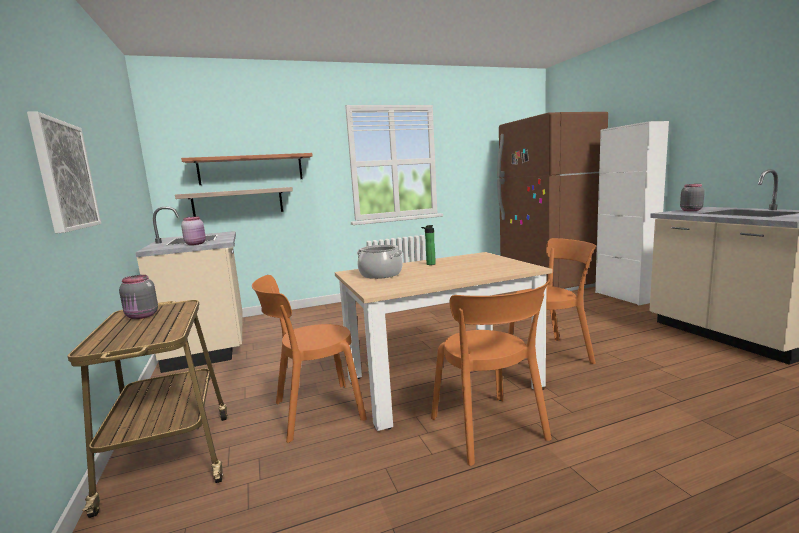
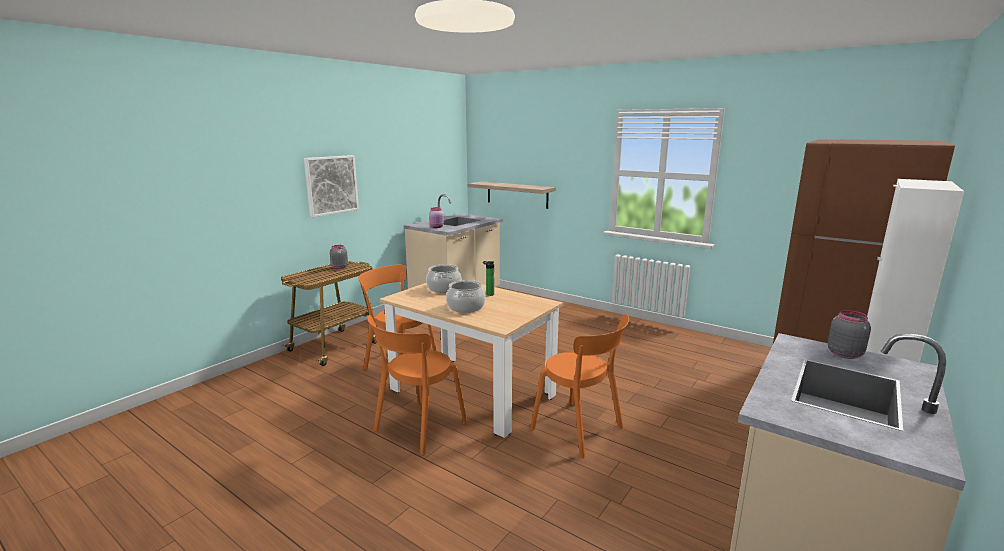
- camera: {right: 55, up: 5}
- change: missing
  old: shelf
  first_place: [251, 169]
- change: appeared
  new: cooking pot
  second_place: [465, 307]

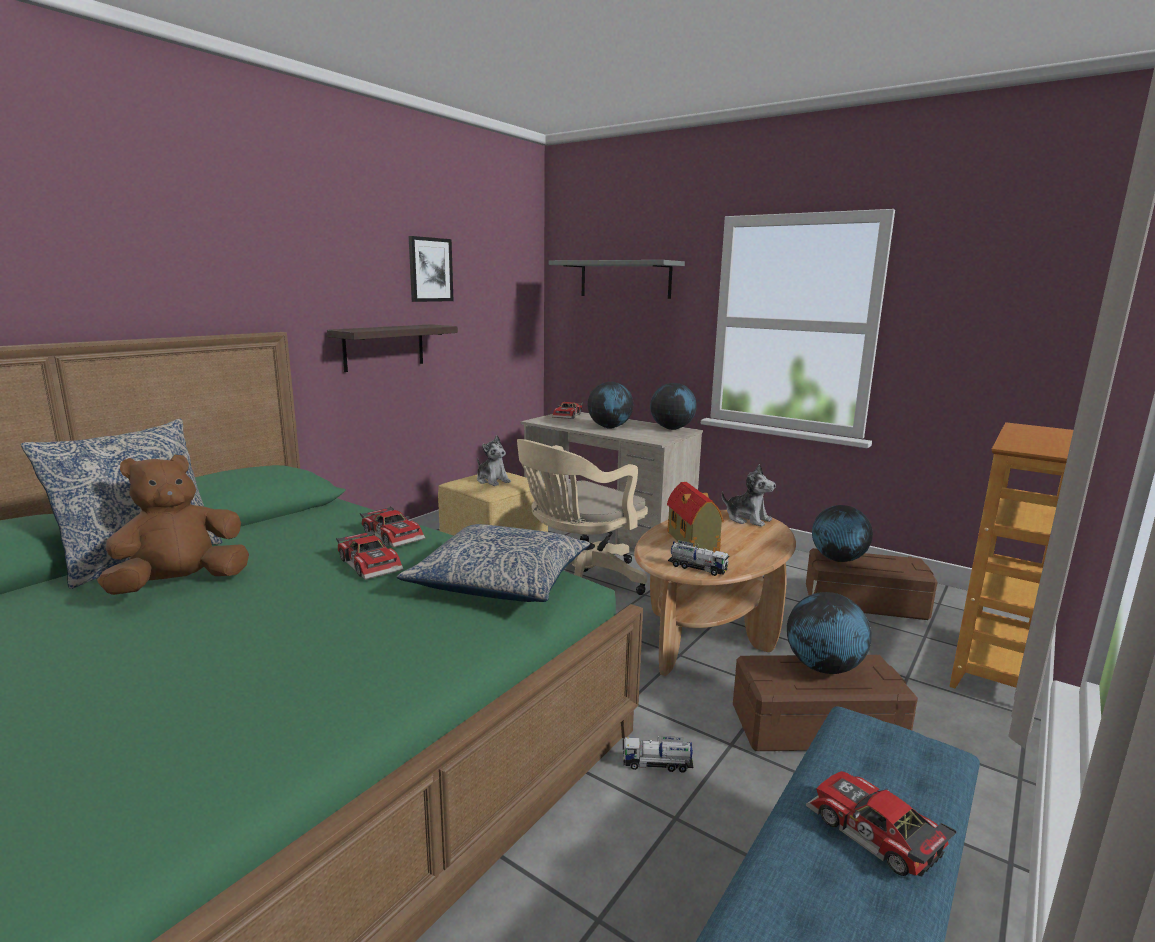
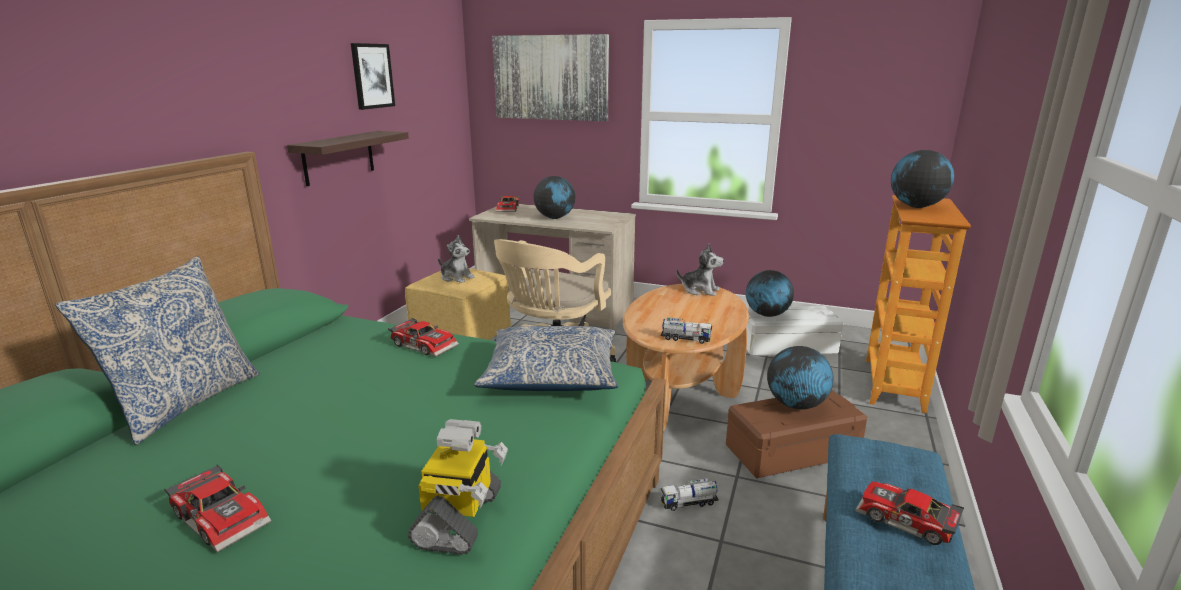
- camera: {right: -15, up: 5}
- change: missing
  old: brown plush toy
  first_place: [181, 584]
- change: relocated
  old: toy car
  first_place: [371, 563]
  second_place: [224, 516]
- change: exchanged
  old: grey shelf
  new: picture
  first_place: [625, 279]
  second_place: [550, 78]
- change: relocated
  old: globe
  first_place: [672, 428]
  second_place: [916, 206]
- change: missing
  old: toy house
  first_place: [693, 542]
- change: colour
  old: brown storage box
  new: white storage box
  first_place: [864, 602]
  second_place: [787, 346]
- change: appeared
  new: toy robot
  second_place: [460, 519]

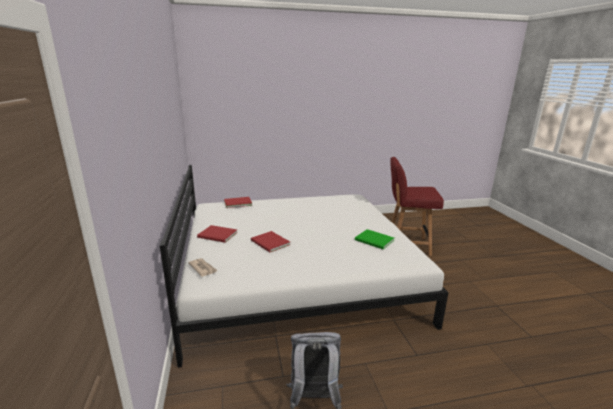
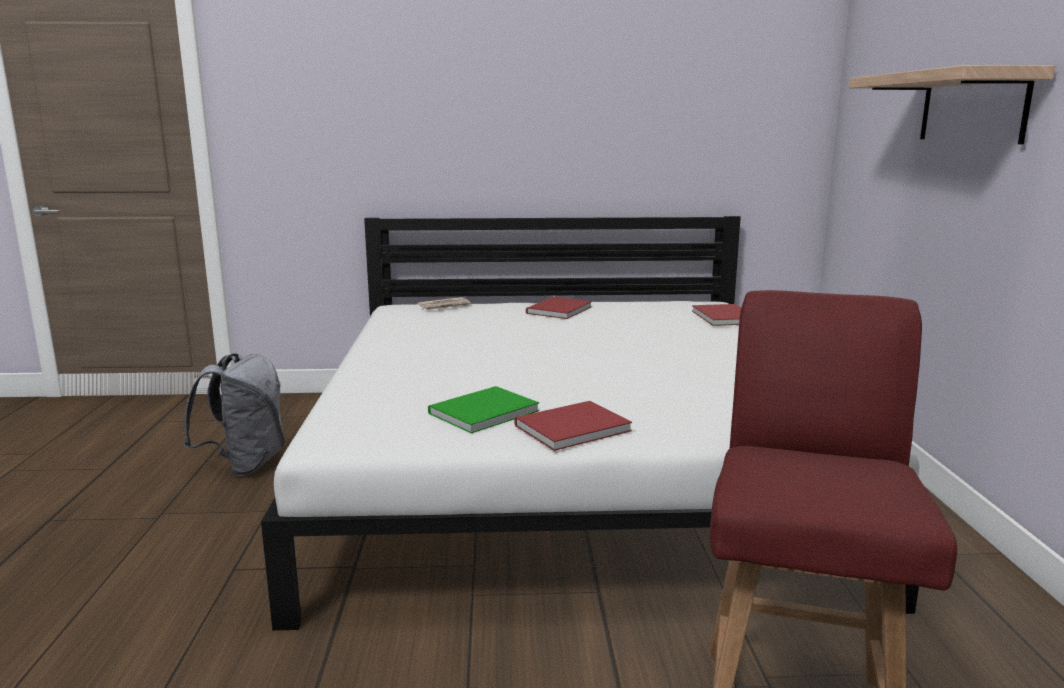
- camera: {right: 100, up: -5}
- change: relocated
  old: red book
  first_place: [270, 243]
  second_place: [568, 428]
- change: appeared
  new: shelf
  second_place: [972, 107]

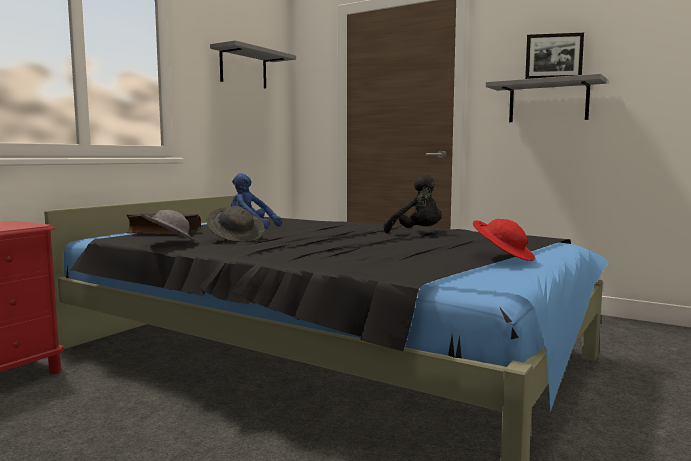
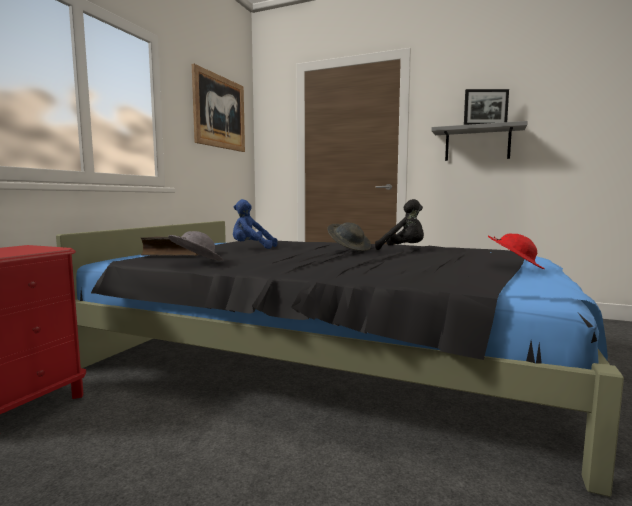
- camera: {right: -10, up: 0}
- change: relocated
  old: grey hat
  first_place: [236, 238]
  second_place: [349, 248]
- change: exchanged
  old: grey shelf
  new: picture
  first_place: [243, 68]
  second_place: [219, 112]

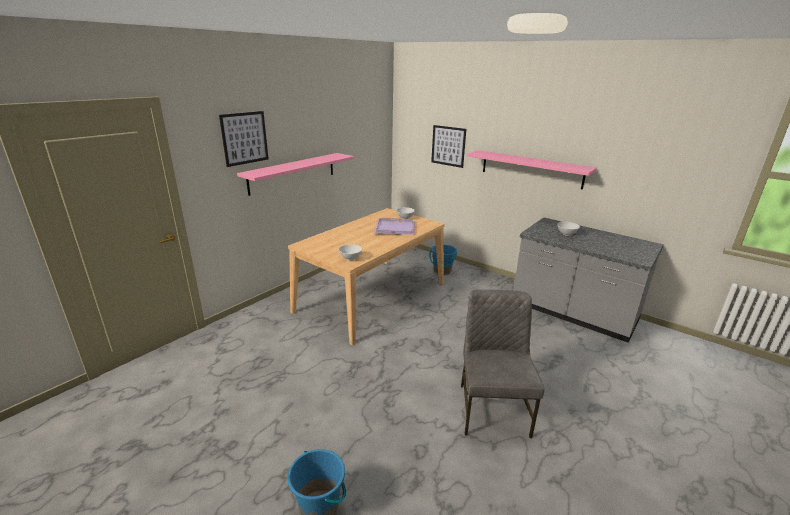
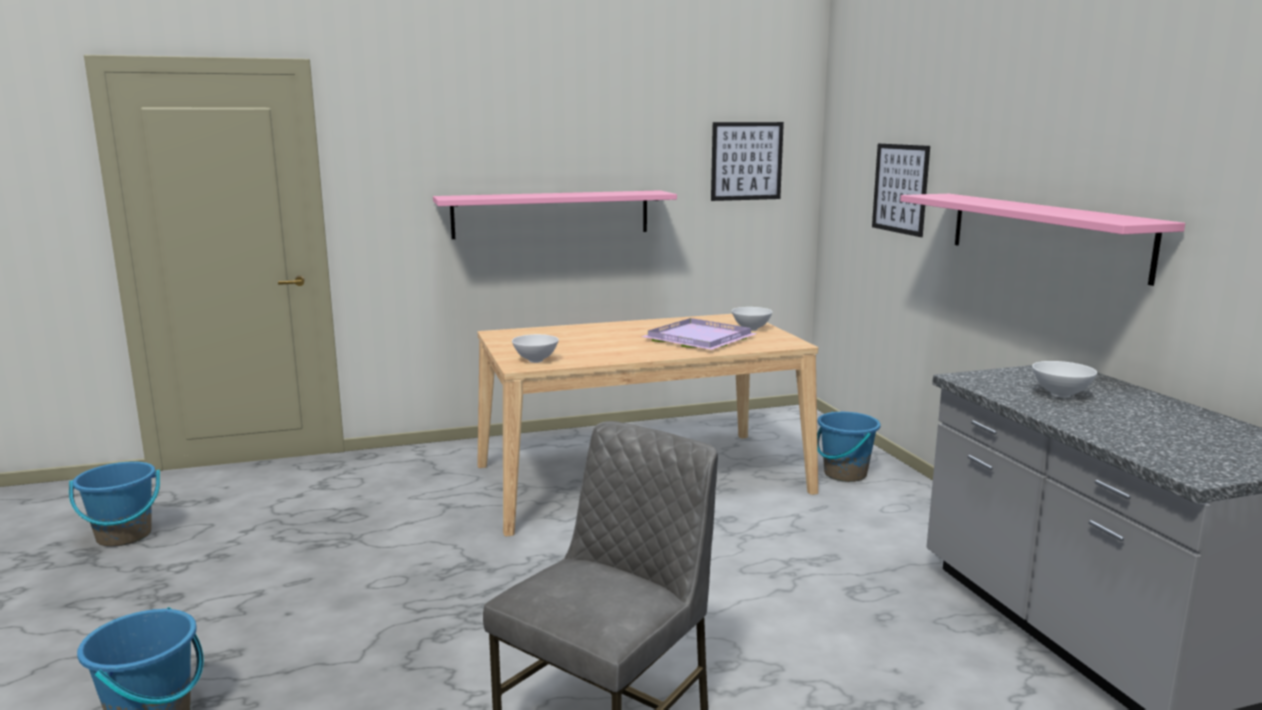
- camera: {right: 35, up: -10}
- change: relocated
  old: picture
  first_place: [244, 138]
  second_place: [746, 161]
- change: appeared
  new: blue bucket
  second_place: [124, 536]

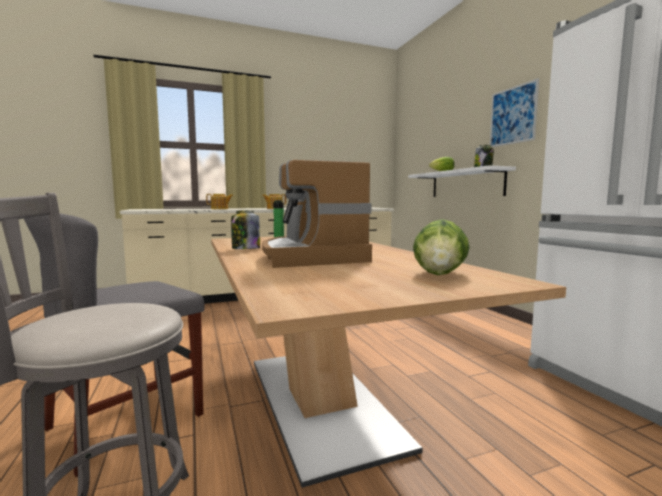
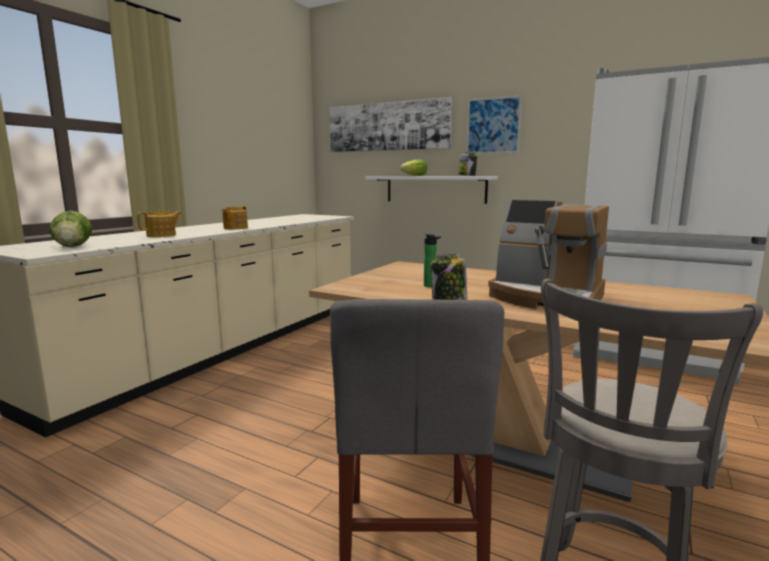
- camera: {right: -40, up: 5}
- change: relocated
  old: lettuce
  first_place: [439, 274]
  second_place: [73, 247]
- change: appeared
  new: picture
  second_place: [387, 127]

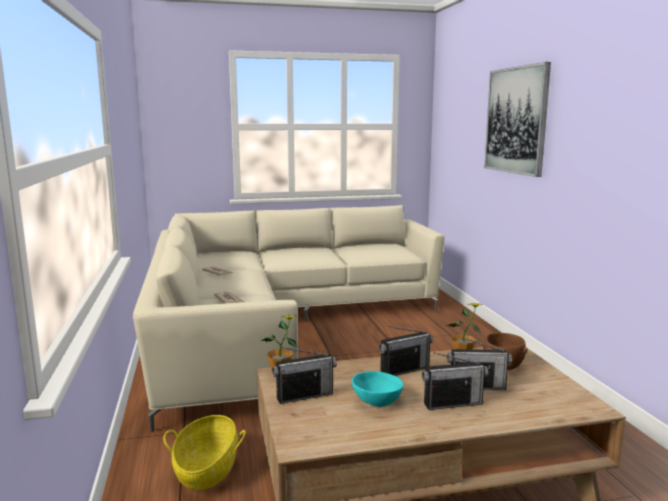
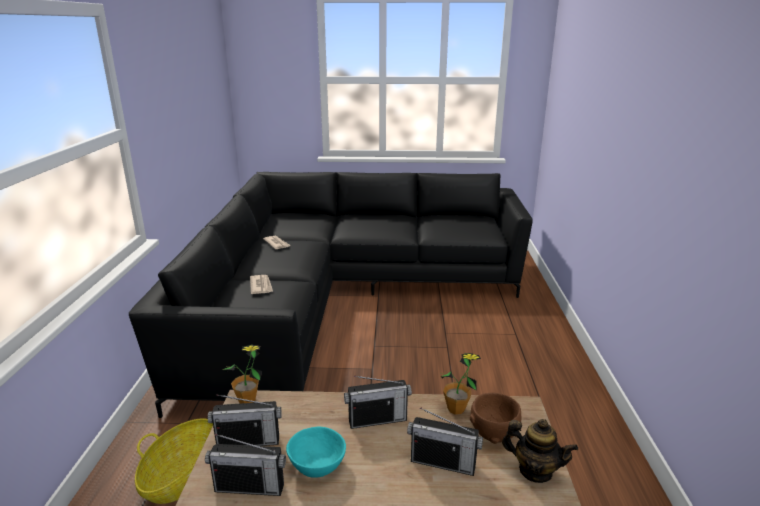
- camera: {right: 15, up: 10}
- change: colour
  old: beige sofa
  new: black sofa
  first_place: [273, 326]
  second_place: [337, 298]
- change: relocated
  old: radio
  first_place: [452, 403]
  second_place: [250, 487]
- change: missing
  old: picture
  first_place: [516, 120]
- change: appeared
  new: teapot
  second_place: [535, 471]

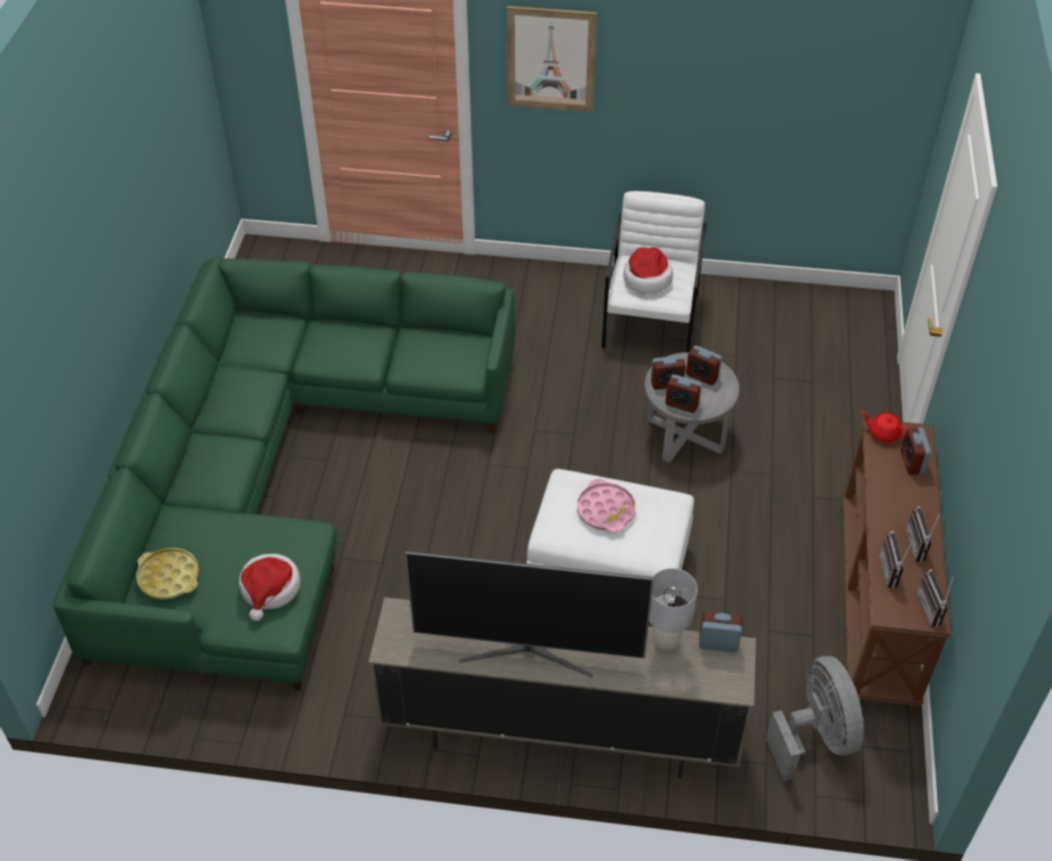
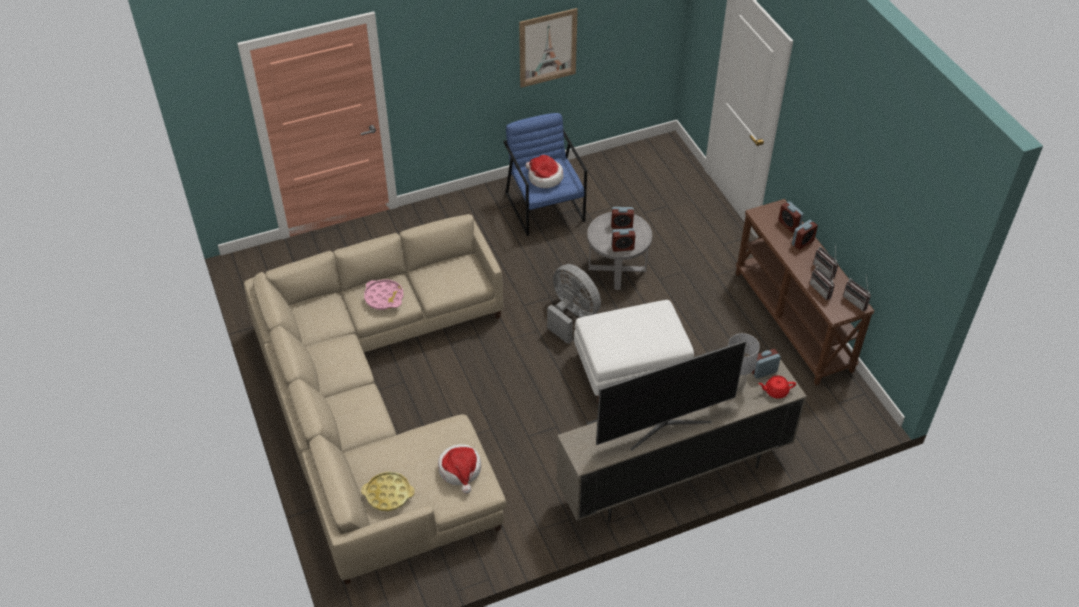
- camera: {right: -30, up: 0}
- change: colour
  old: green sofa
  new: beige sofa
  first_place: [279, 473]
  second_place: [378, 404]
- change: relocated
  old: picture
  first_place: [551, 59]
  second_place: [547, 48]
- change: relocated
  old: pink tray
  first_place: [606, 510]
  second_place: [384, 297]
- change: colour
  old: white armchair
  new: blue armchair
  first_place: [651, 321]
  second_place: [545, 206]
- change: relocated
  old: alarm clock
  first_place: [666, 383]
  second_place: [802, 242]
- change: relocated
  old: grey fan
  first_place: [815, 736]
  second_place: [572, 316]
- change: relocated
  old: red teapot
  first_place: [883, 433]
  second_place: [775, 391]

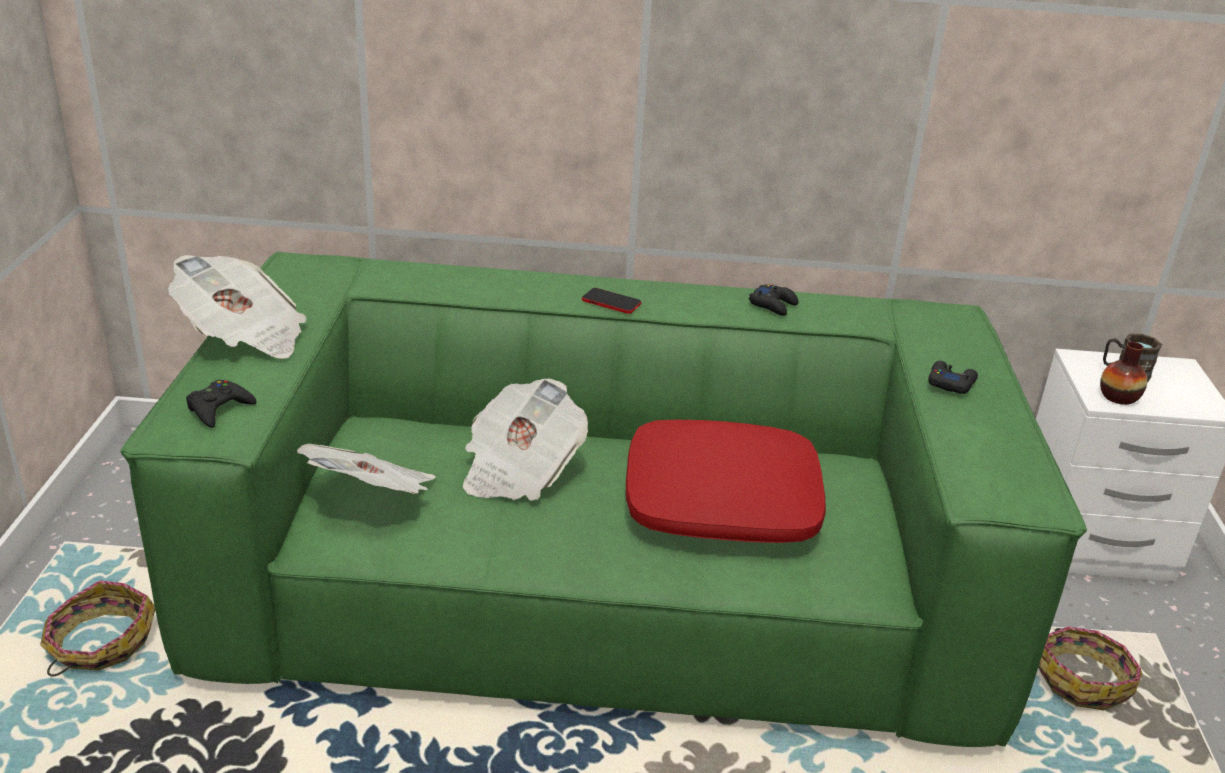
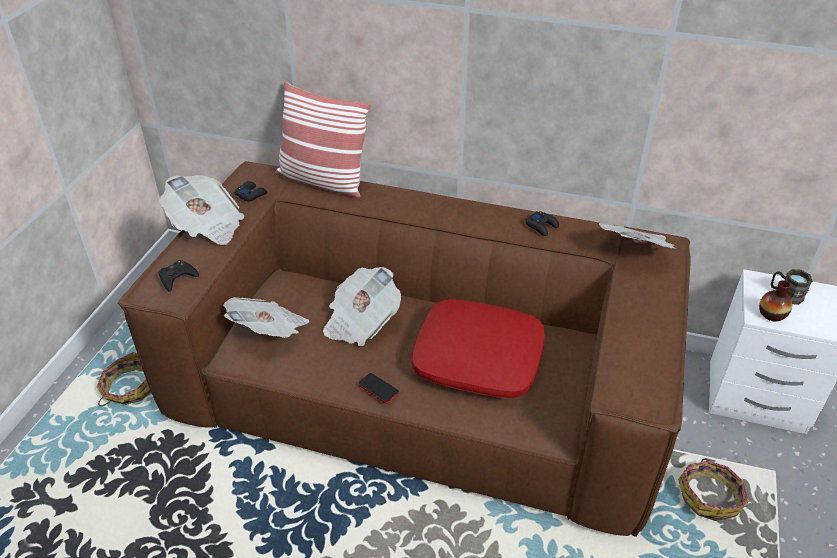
- camera: {right: 15, up: 10}
- change: colour
  old: green sofa
  new: brown sofa
  first_place: [601, 585]
  second_place: [419, 386]
- change: relocated
  old: phone
  first_place: [611, 302]
  second_place: [378, 388]
- change: relocated
  old: black game controller
  first_place: [950, 383]
  second_place: [251, 194]
- change: appeared
  new: pillow
  second_place: [322, 180]
- change: appeared
  new: newspaper
  second_place: [636, 252]

